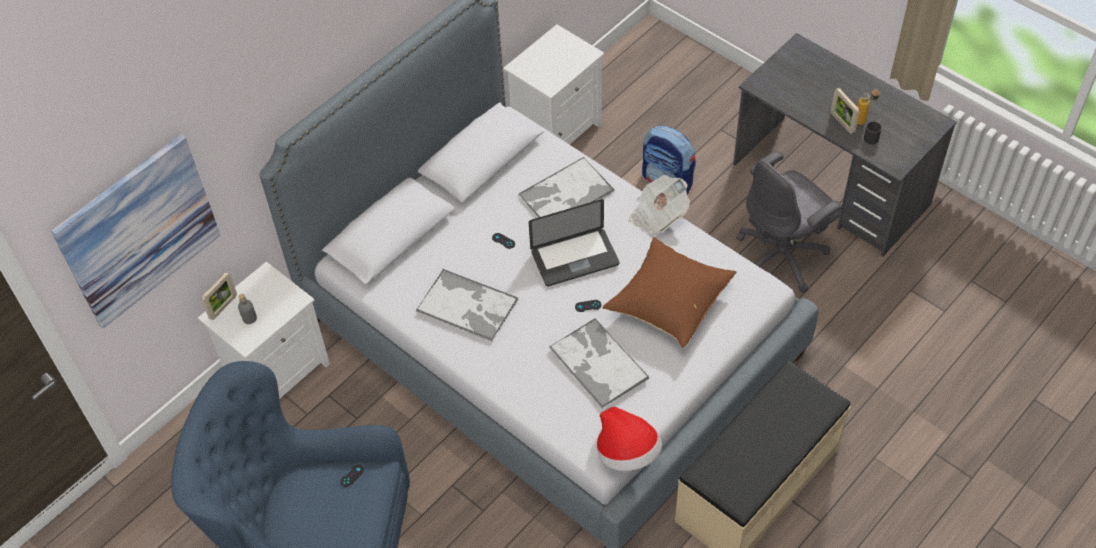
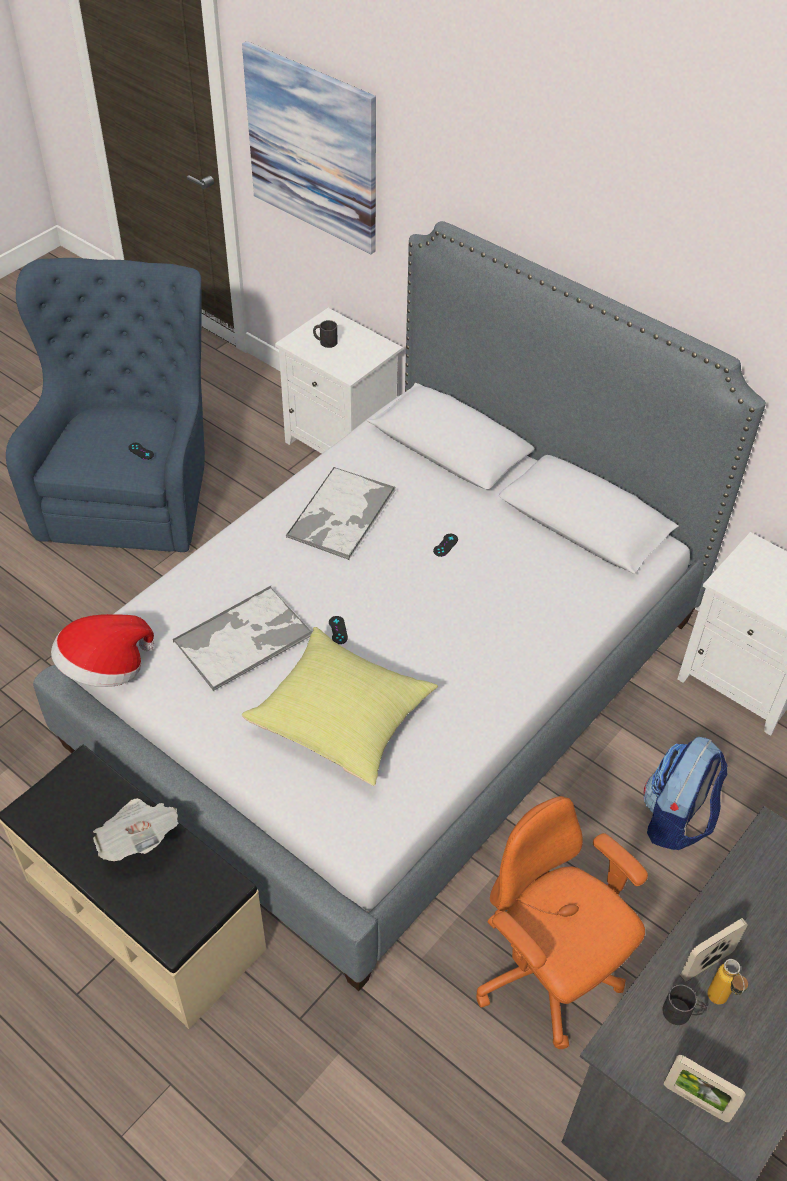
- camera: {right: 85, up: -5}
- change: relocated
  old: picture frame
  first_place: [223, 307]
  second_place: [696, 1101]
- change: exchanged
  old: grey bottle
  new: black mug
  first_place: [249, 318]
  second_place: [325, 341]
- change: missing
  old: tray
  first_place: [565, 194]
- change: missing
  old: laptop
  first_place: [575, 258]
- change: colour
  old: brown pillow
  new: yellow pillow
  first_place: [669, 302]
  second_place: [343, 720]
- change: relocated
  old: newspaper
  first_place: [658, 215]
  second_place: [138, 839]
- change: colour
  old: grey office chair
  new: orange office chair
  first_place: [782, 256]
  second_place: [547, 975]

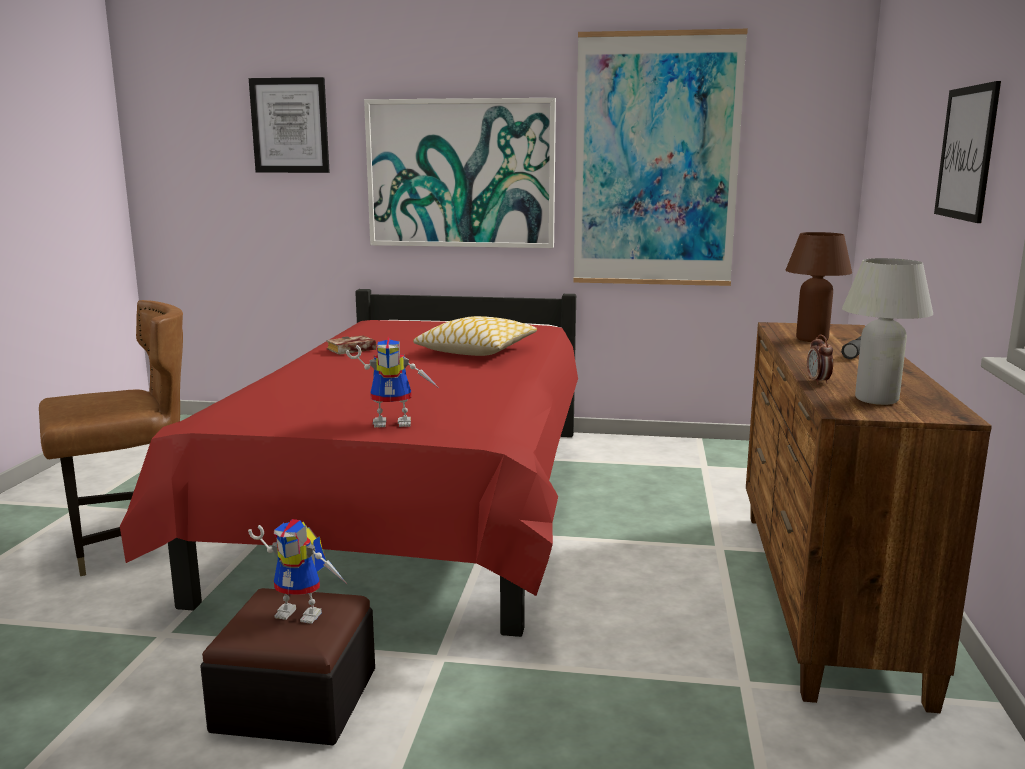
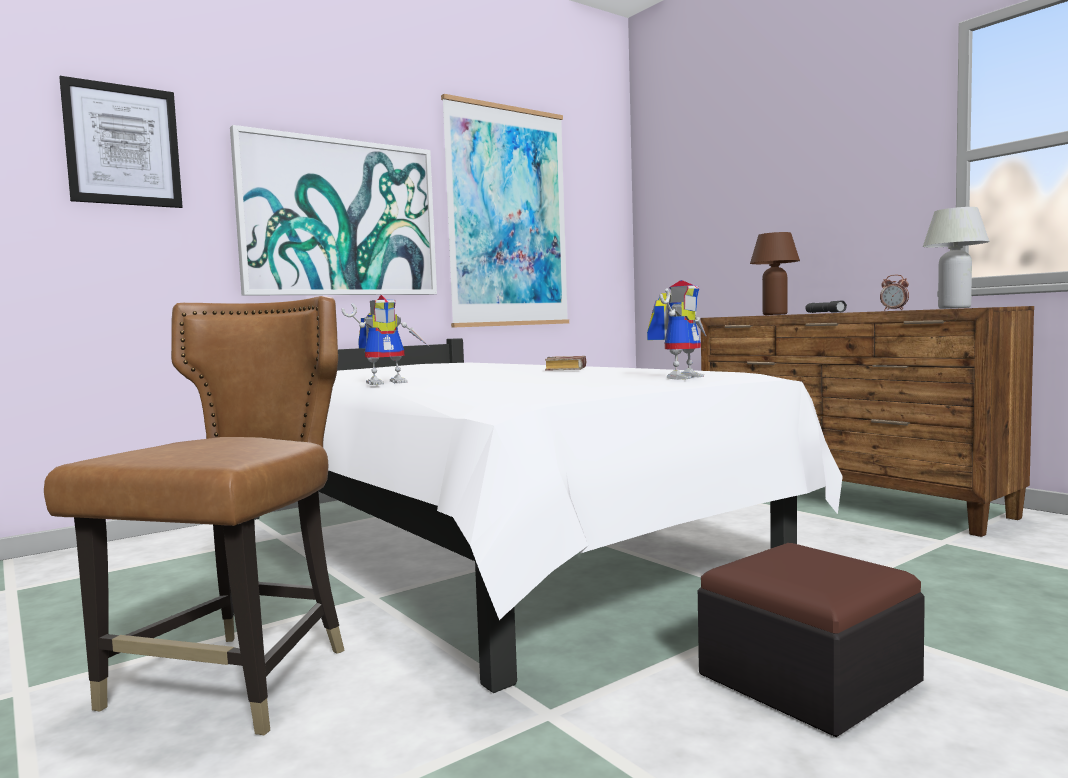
- camera: {right: -45, up: -10}
- change: colour
  old: red bed
  new: white bed
  first_place: [416, 509]
  second_place: [484, 547]
- change: relocated
  old: toy robot
  first_place: [305, 612]
  second_place: [388, 383]
- change: relocated
  old: book
  first_place: [350, 350]
  second_place: [567, 369]
- change: missing
  old: pillow
  first_place: [476, 350]
- change: missing
  old: picture
  first_place: [966, 153]

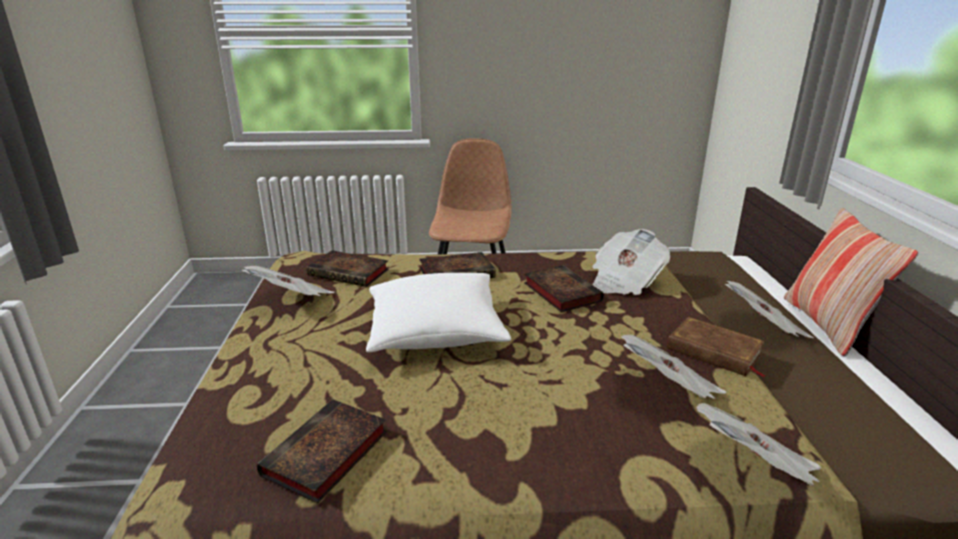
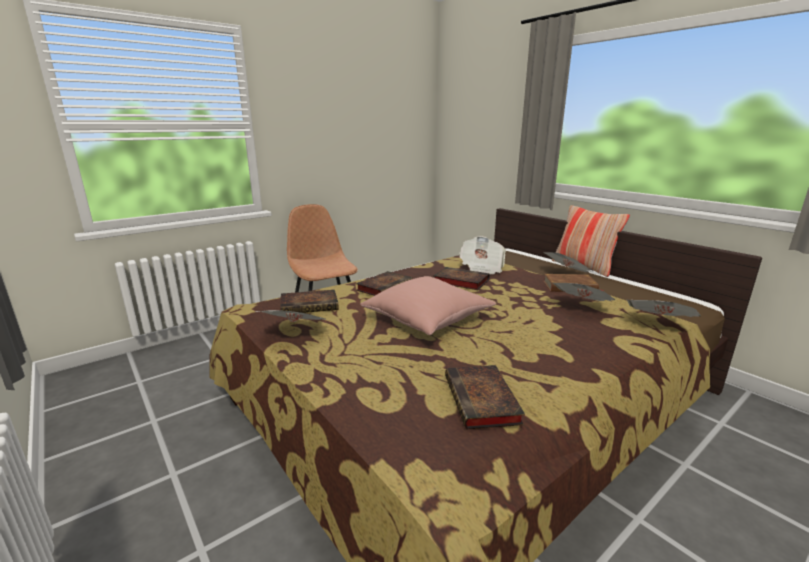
- camera: {right: -35, up: -5}
- change: colour
  old: white pillow
  new: pink pillow
  first_place: [435, 331]
  second_place: [427, 319]

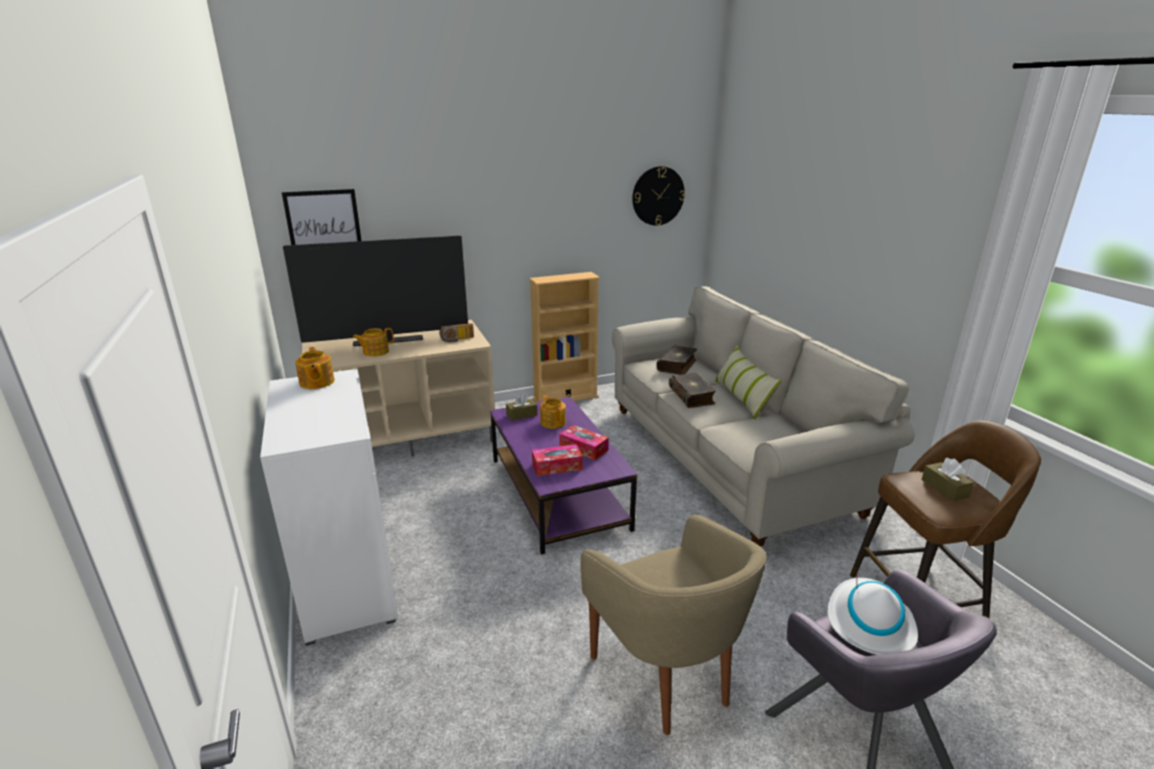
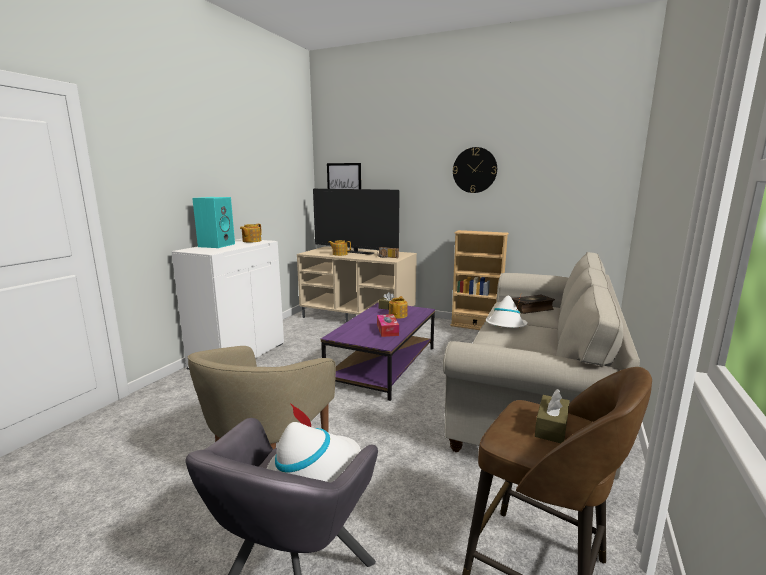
- camera: {right: 45, up: -10}
- change: missing
  old: tissue box
  first_place: [557, 466]
- change: relocated
  old: wall clock
  first_place: [658, 196]
  second_place: [474, 170]
- change: exchanged
  old: book
  new: white hat
  first_place: [692, 396]
  second_place: [506, 325]
- change: missing
  old: pillow
  first_place: [742, 398]
- change: appeared
  new: turquoise speaker
  second_place: [216, 245]

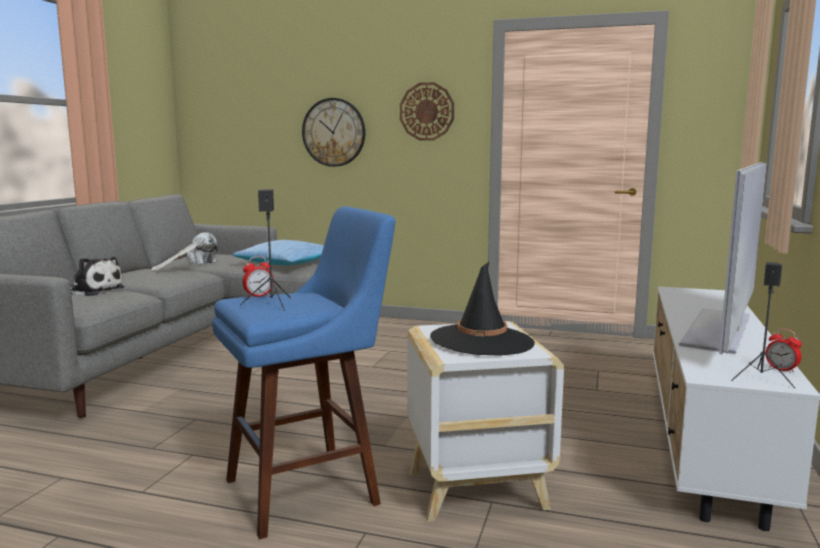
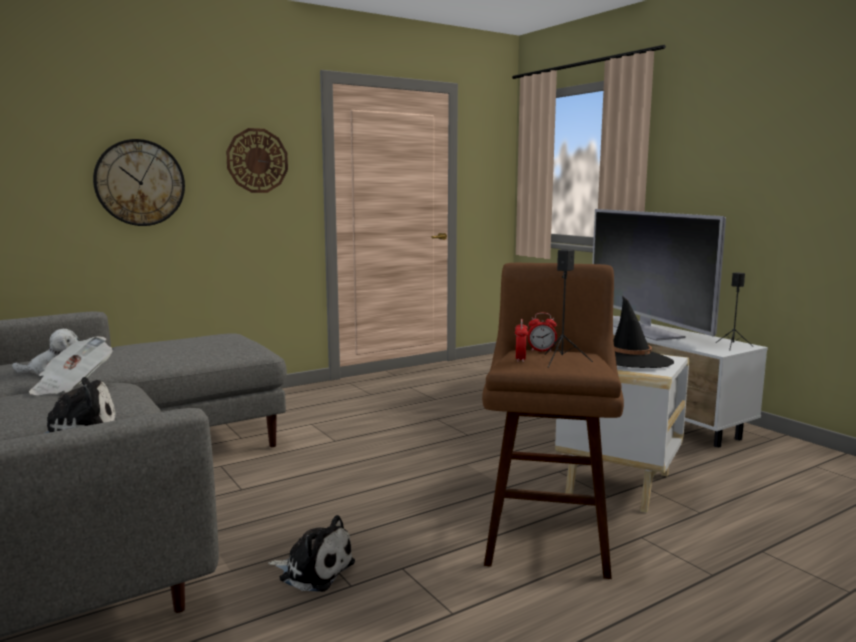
- camera: {right: -50, up: 0}
- change: colour
  old: blue stool
  new: brown stool
  first_place: [309, 489]
  second_place: [548, 536]
- change: missing
  old: pillow
  first_place: [288, 263]
- change: relocated
  old: alarm clock
  first_place: [781, 369]
  second_place: [541, 351]
- change: appeared
  new: plush toy
  second_place: [313, 570]

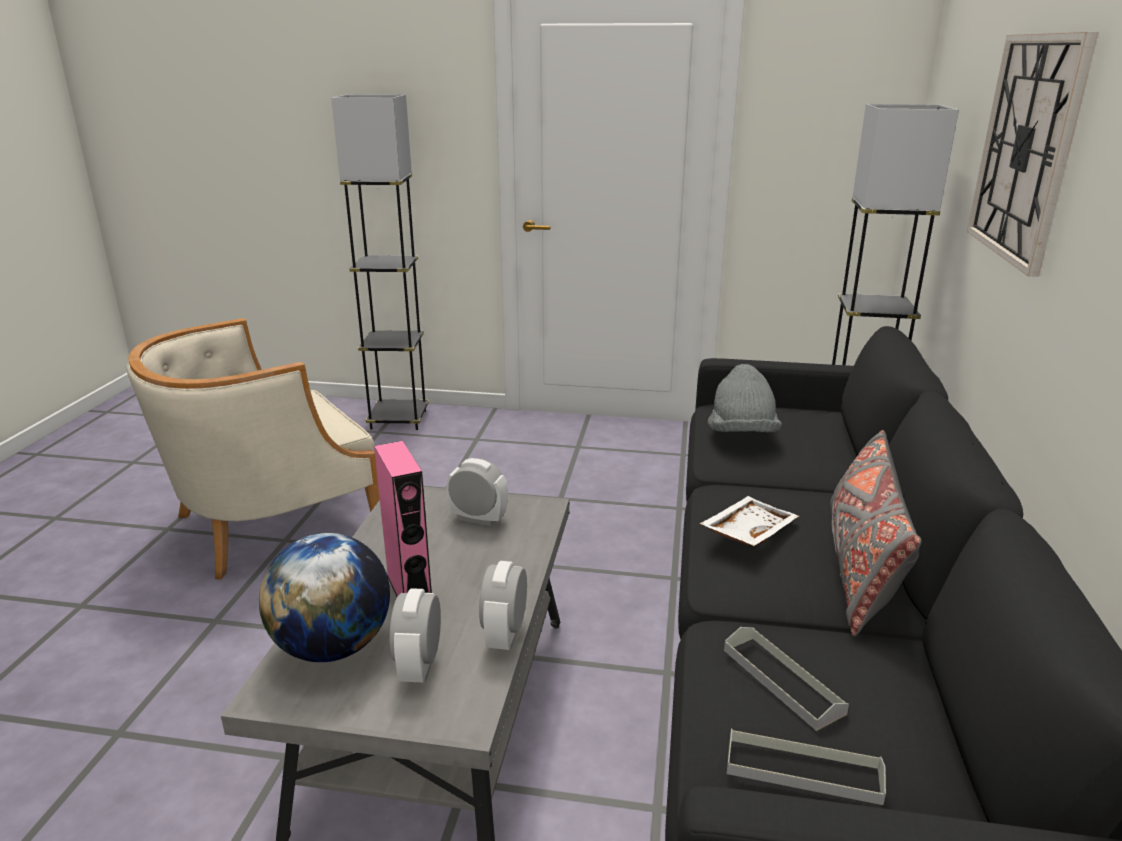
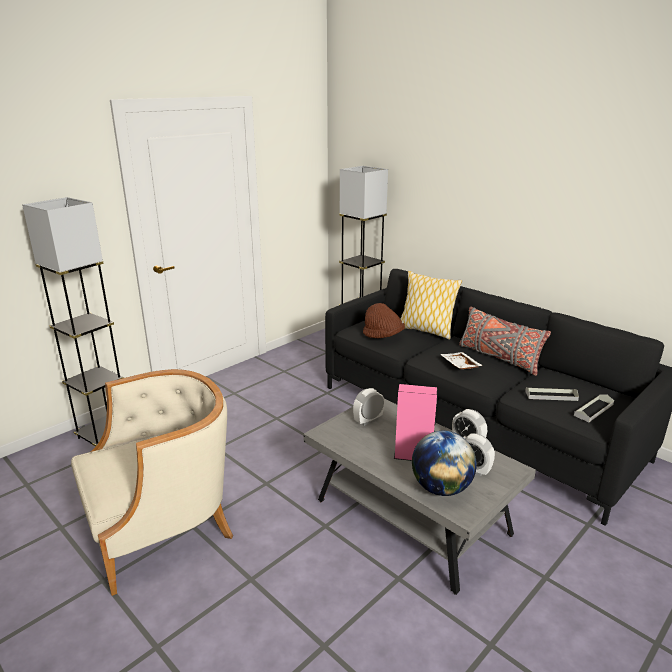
- camera: {right: -55, up: 0}
- change: spun
  old: beige armchair
  first_place: [272, 521]
  second_place: [162, 526]
  degrees: -120
- change: colour
  old: grey hat
  new: brown hat
  first_place: [741, 435]
  second_place: [383, 336]
- change: missing
  old: wall clock
  first_place: [1026, 148]
- change: appeared
  new: pillow
  second_place: [426, 330]

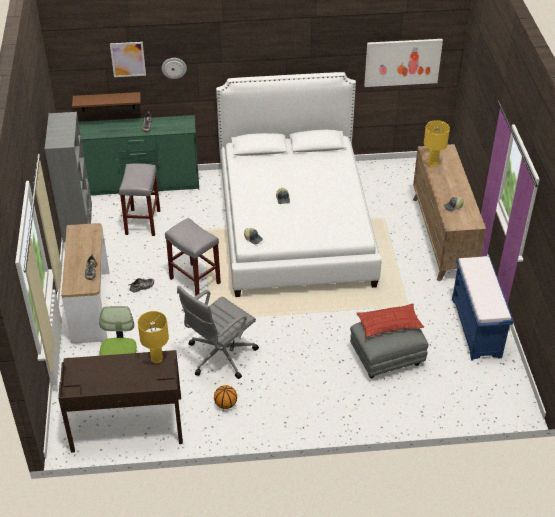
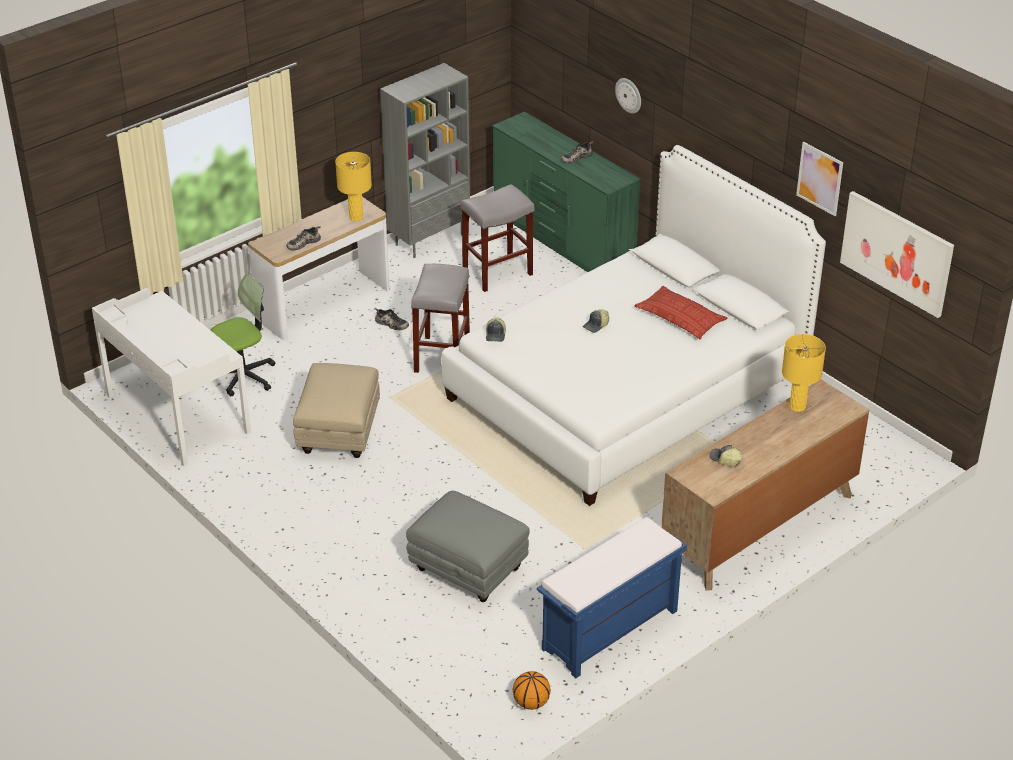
- camera: {right: 55, up: -5}
- change: colour
  old: brown desk
  new: white desk
  first_place: [127, 424]
  second_place: [177, 414]
- change: missing
  old: brown shelf
  first_place: [107, 102]
- change: relocated
  old: picture
  first_place: [128, 59]
  second_place: [819, 178]
- change: relocated
  old: yellow table lamp
  first_place: [157, 359]
  second_place: [356, 217]
- change: exchanged
  old: grey office chair
  new: beige ottoman
  first_place: [219, 356]
  second_place: [339, 431]
- change: relocated
  old: basketball
  first_place: [226, 404]
  second_place: [531, 703]
- change: relocated
  old: pillow
  first_place: [389, 323]
  second_place: [680, 318]

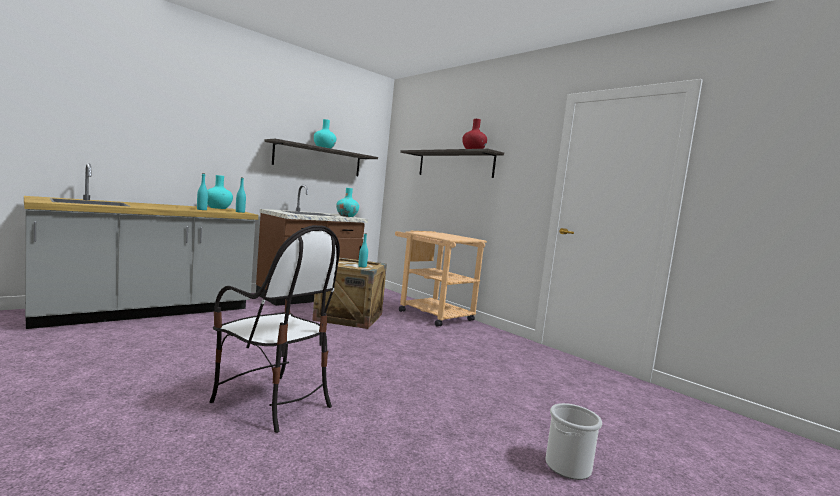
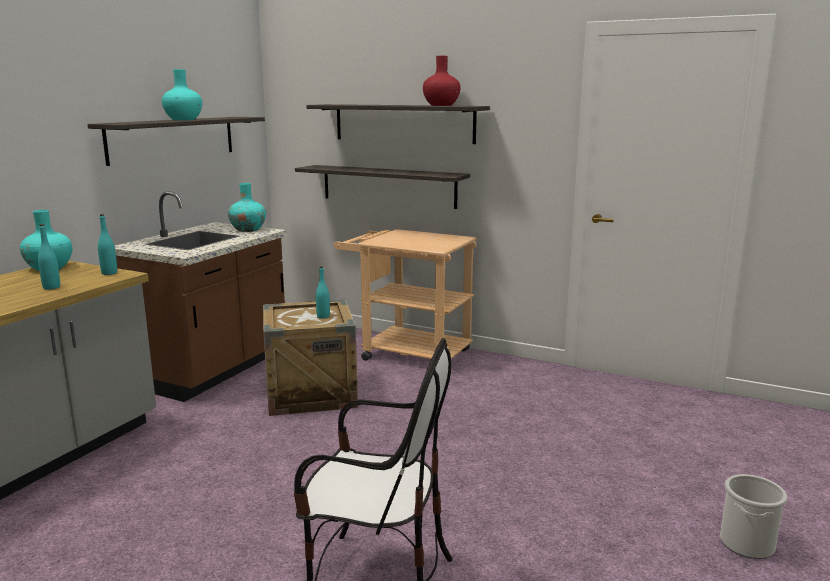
- camera: {right: -20, up: 10}
- change: appeared
  new: shelf
  second_place: [388, 186]

